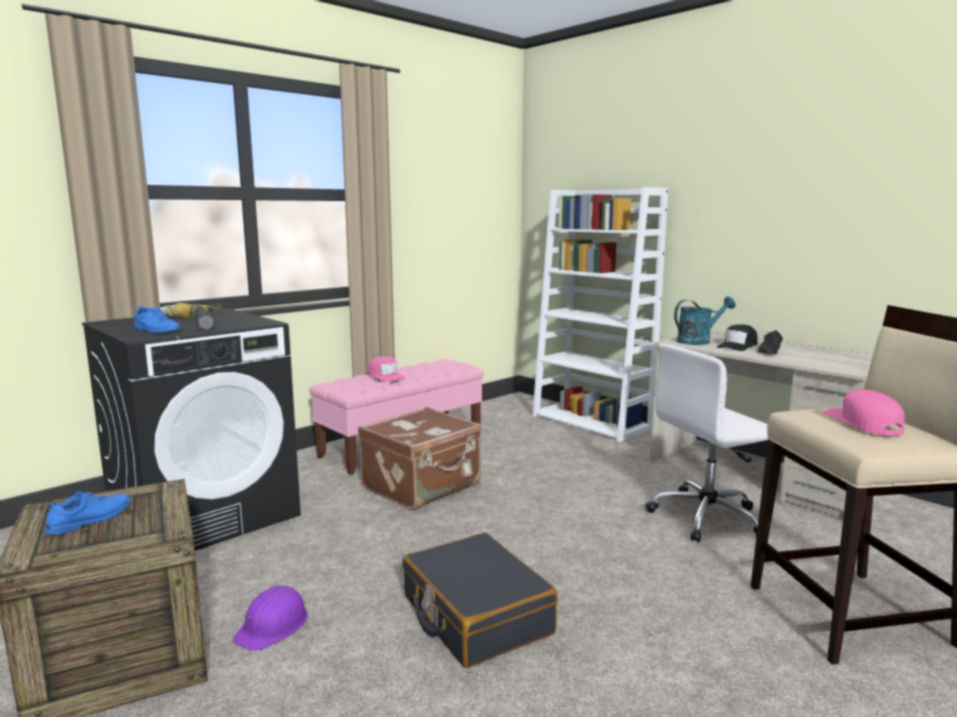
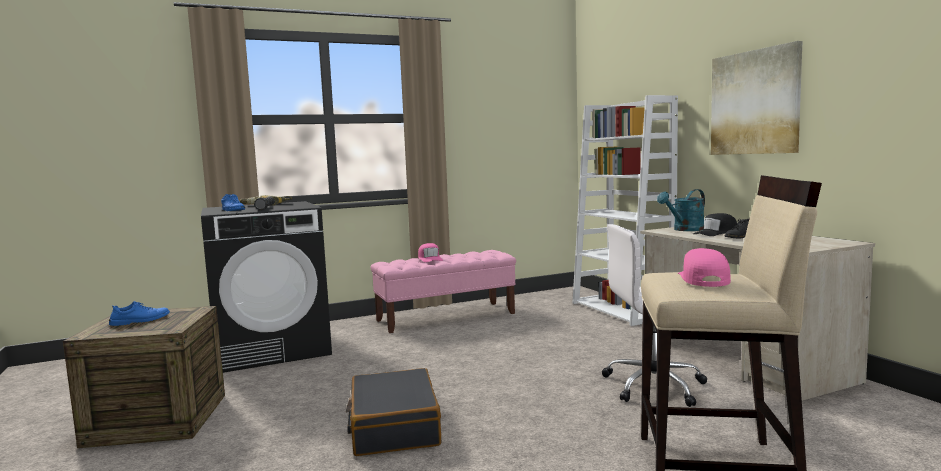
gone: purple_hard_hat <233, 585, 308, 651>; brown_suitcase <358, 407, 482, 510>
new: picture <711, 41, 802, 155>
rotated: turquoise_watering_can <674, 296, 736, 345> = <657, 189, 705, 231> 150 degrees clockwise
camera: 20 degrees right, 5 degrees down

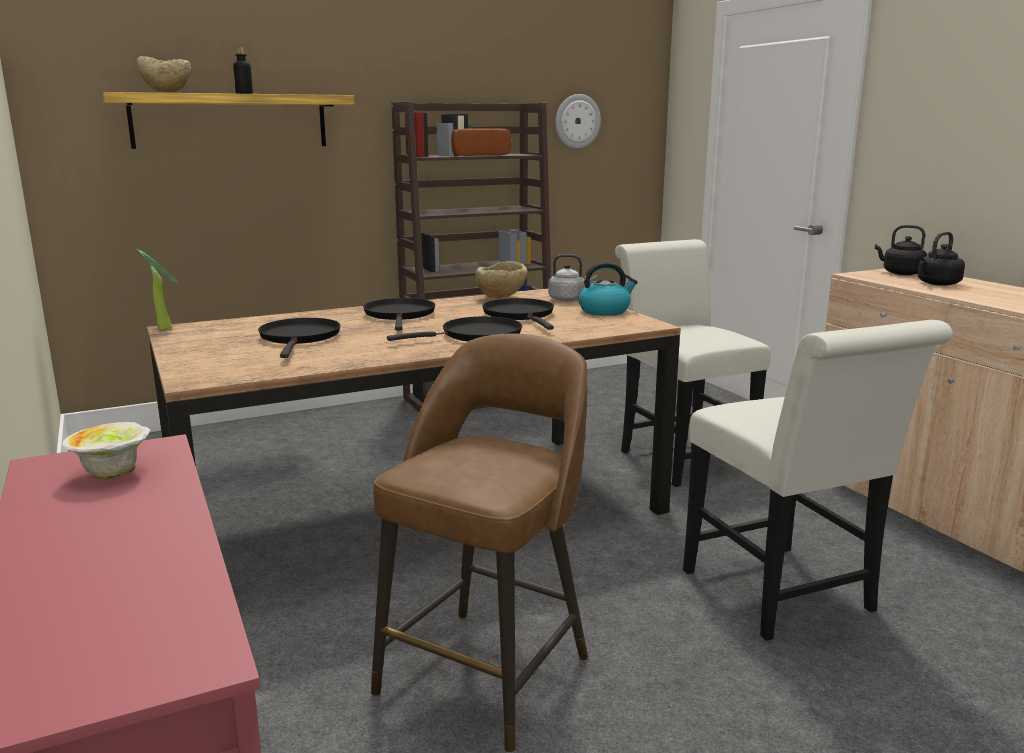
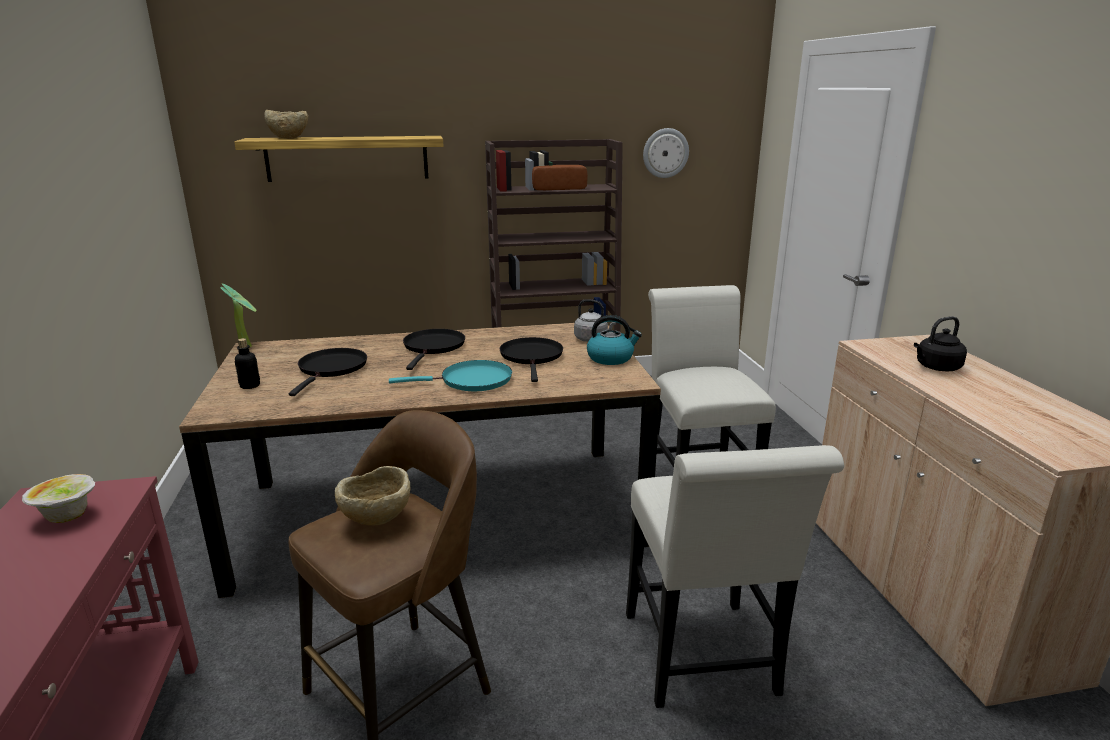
gone: black_kettle <875, 225, 927, 275>
shifted: bottle <233, 47, 253, 94> to <235, 338, 260, 389>; beige_bowl <475, 261, 527, 299> to <335, 466, 410, 526>
repainted: black_frying_pan <387, 316, 522, 341> to turquoise_frying_pan <389, 360, 512, 391>
camera: 15 degrees right, 5 degrees up

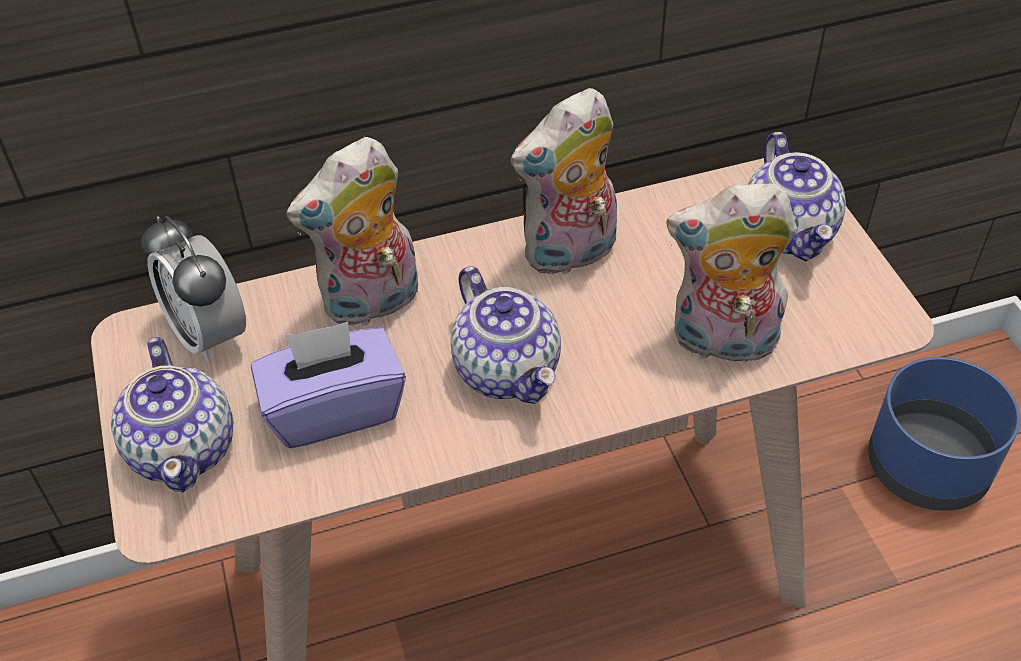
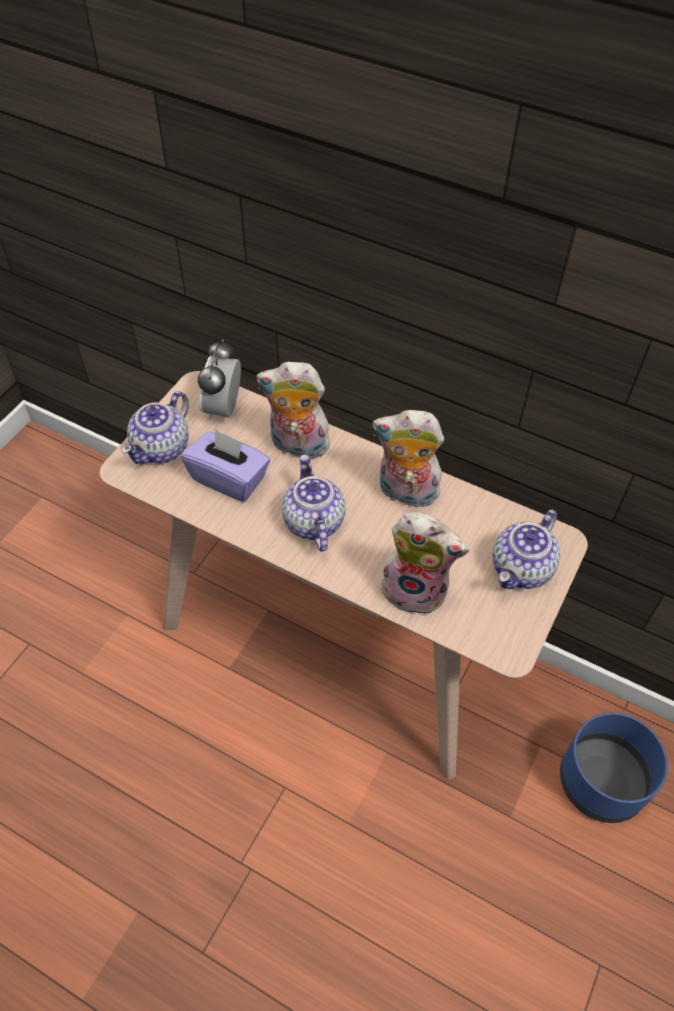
rotated: teapot <451, 266, 561, 404> = <282, 454, 345, 552> 150 degrees clockwise; plush_toy <666, 183, 797, 363> = <377, 512, 469, 616> 150 degrees clockwise
camera: 45 degrees right, 5 degrees up

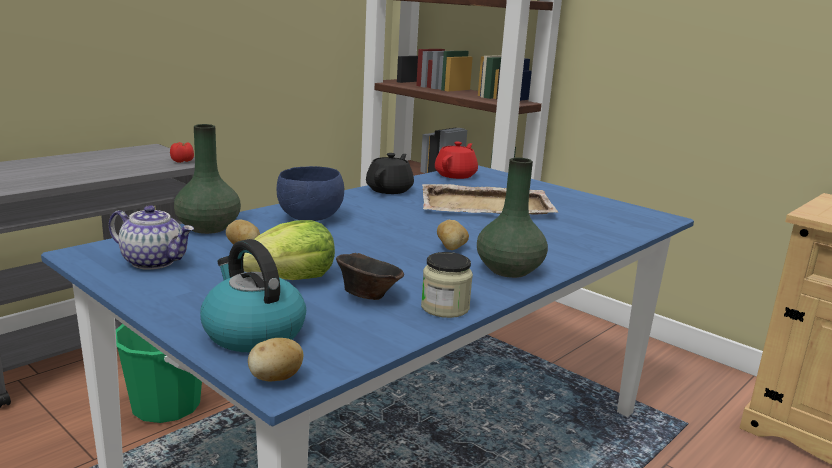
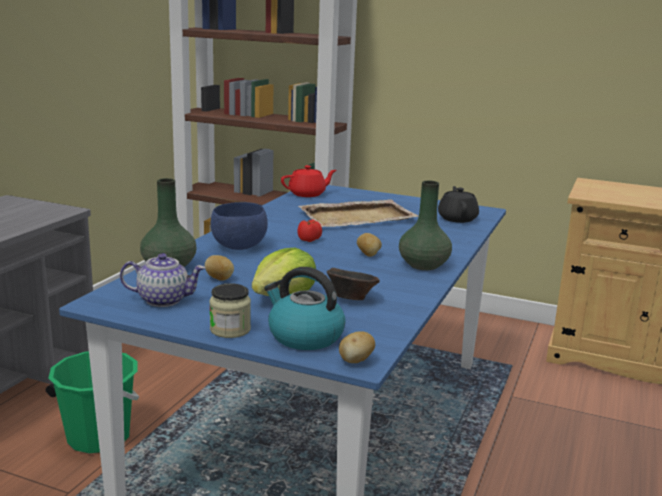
shifted: tomato <170, 142, 194, 163> to <297, 219, 322, 242>; black_teapot <366, 153, 414, 194> to <438, 186, 479, 223>; jar <421, 252, 473, 318> to <209, 283, 251, 338>
rotated: red_teapot <435, 142, 478, 179> = <281, 165, 337, 197> 60 degrees clockwise
camera: 20 degrees left, 0 degrees up

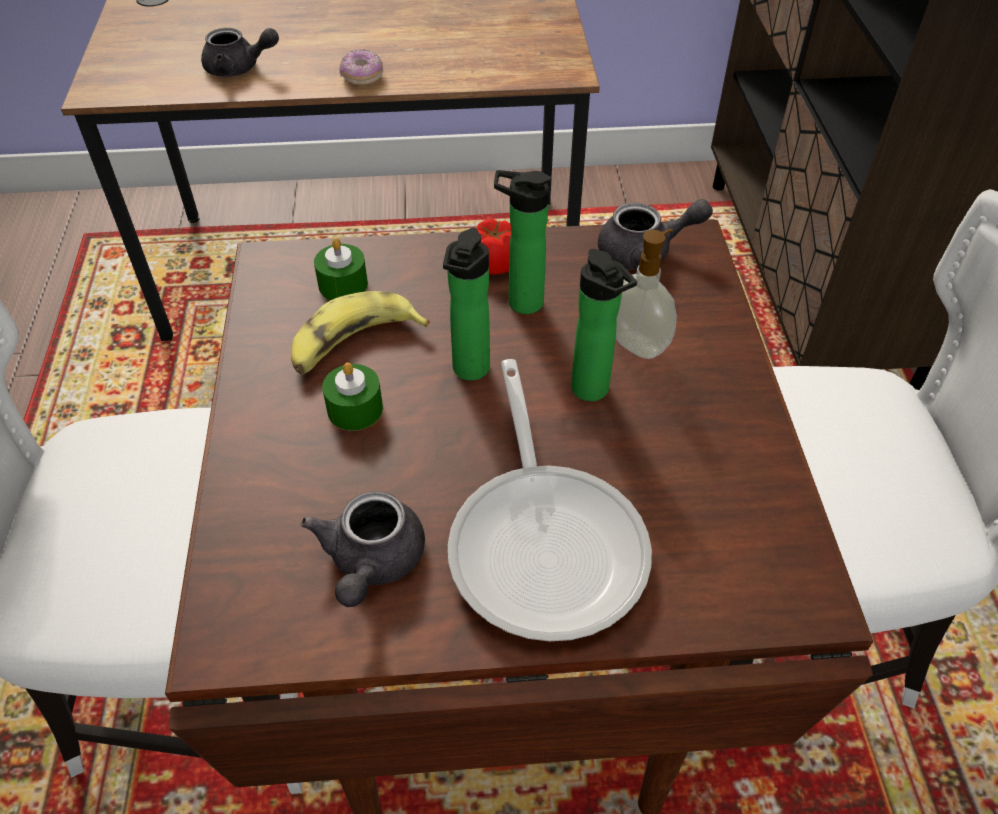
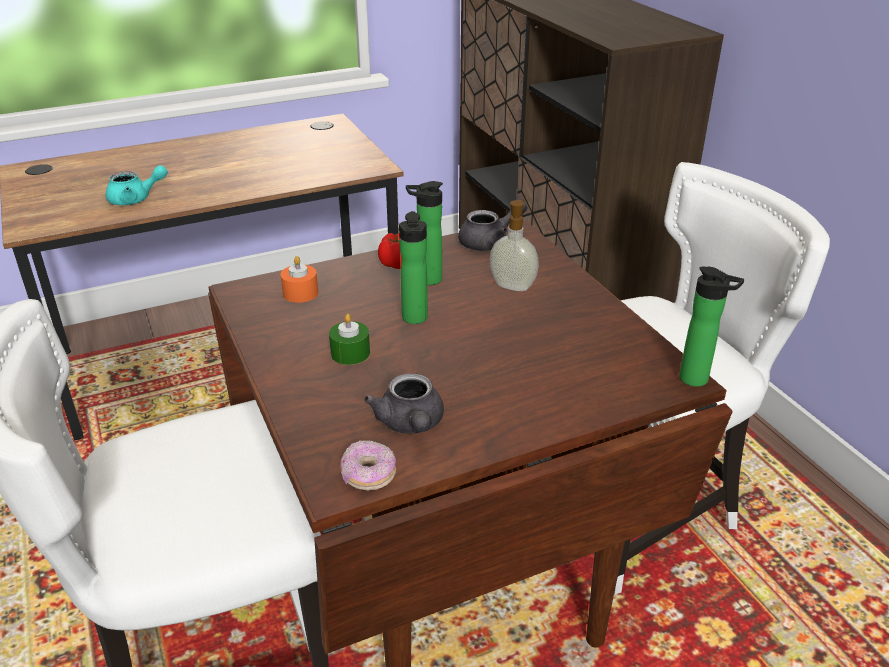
gone: banana <291, 291, 430, 374>; frying_pan <448, 359, 652, 641>
shifted: donut <339, 49, 383, 85> to <341, 440, 396, 490>; bottle <571, 249, 637, 401> to <679, 267, 745, 387>
repainted: grey_teapot <201, 28, 279, 77> to turquoise_teapot <105, 165, 168, 205>; green_candle <314, 238, 368, 300> to orange_candle <281, 256, 318, 303>
camera: 20 degrees left, 15 degrees down

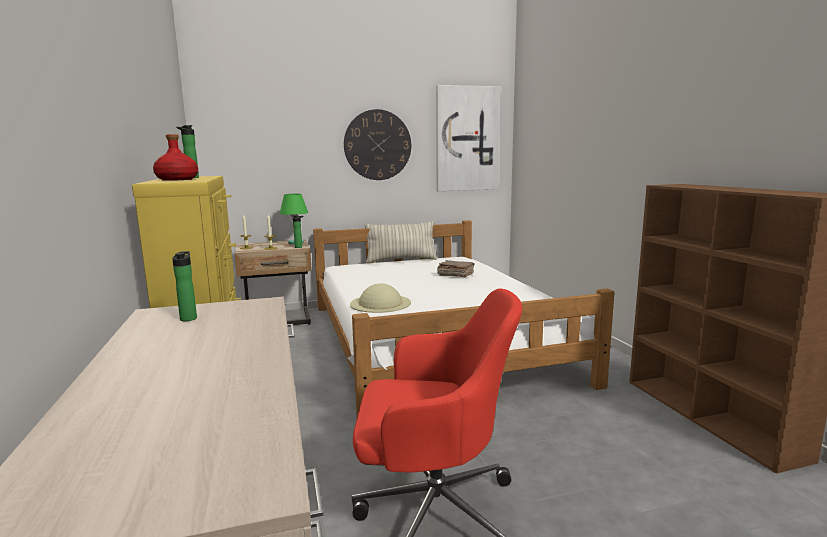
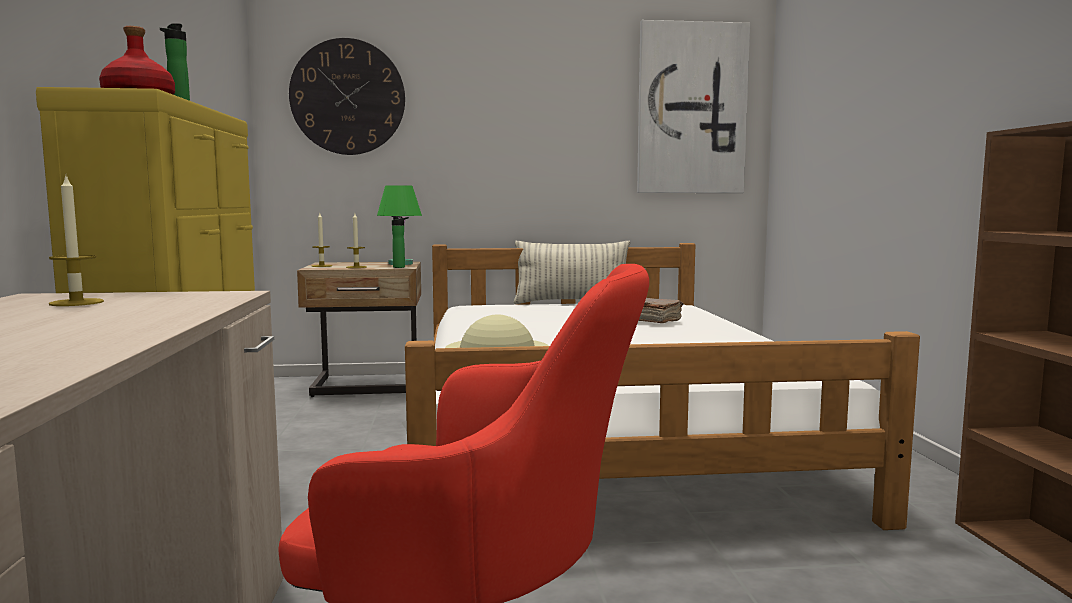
shifted: wall_clock <344, 109, 411, 180> to <289, 38, 405, 155>
swapped: bottle <172, 251, 197, 321> to candle <49, 176, 104, 306>
camera: 10 degrees right, 5 degrees down

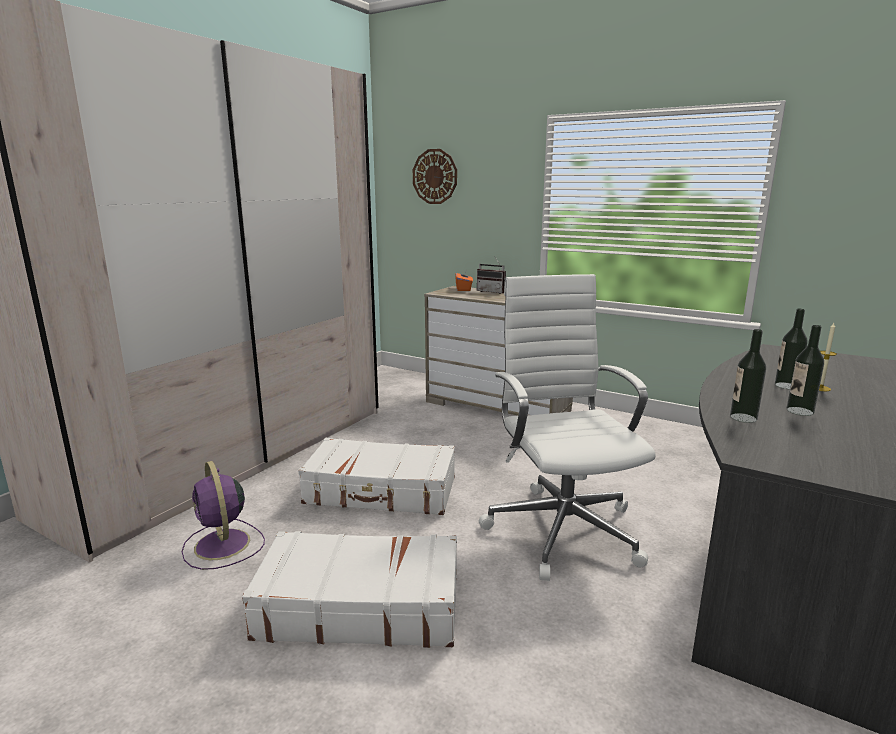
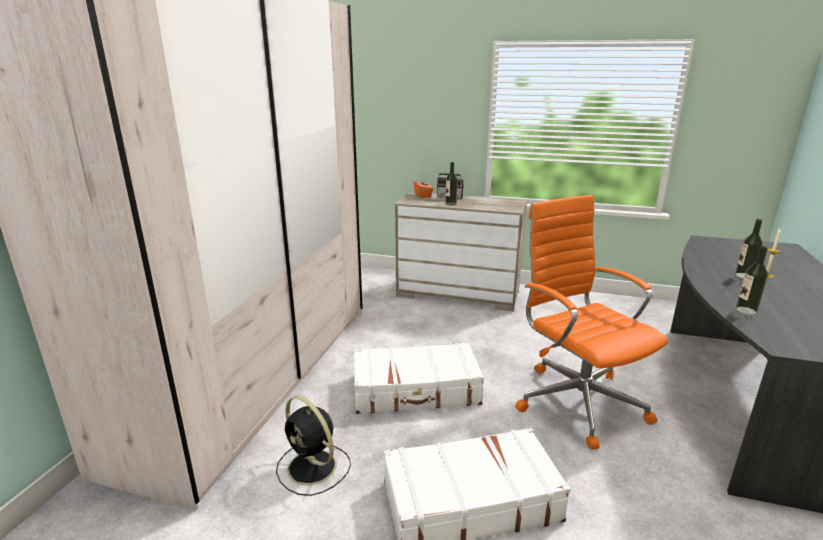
gone: wall_clock <413, 149, 457, 204>
shifted: bottle <787, 325, 824, 416> to <445, 162, 458, 205>
repainted: purple_fan <182, 461, 265, 570> to black_fan <276, 396, 351, 496>; white_office_chair <479, 274, 656, 581> to orange_office_chair <515, 195, 668, 450>
camera: 15 degrees left, 5 degrees up

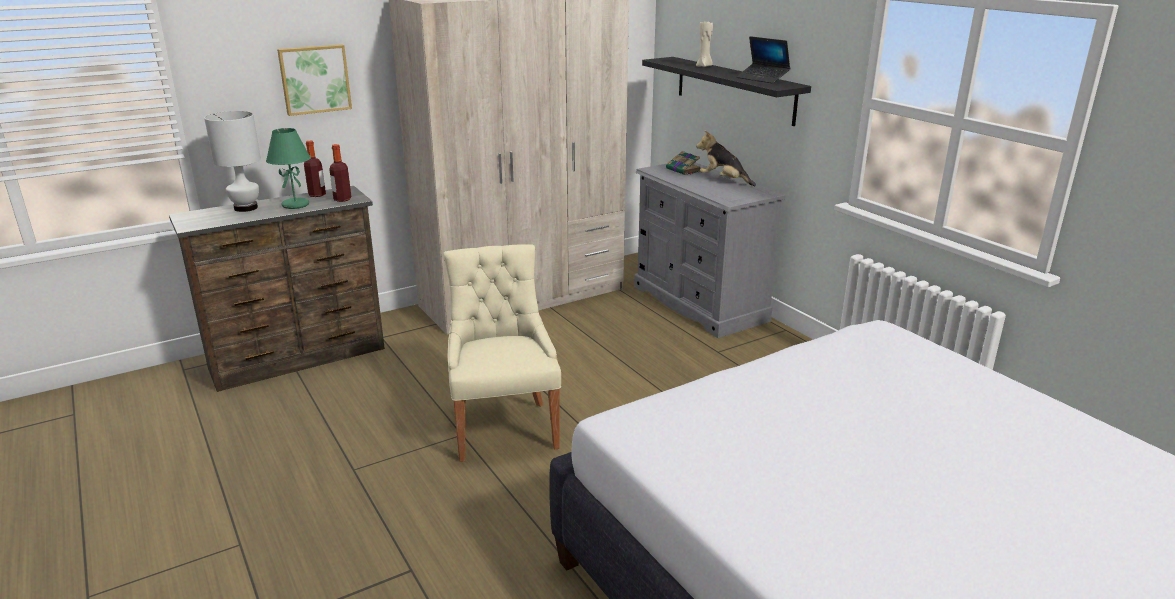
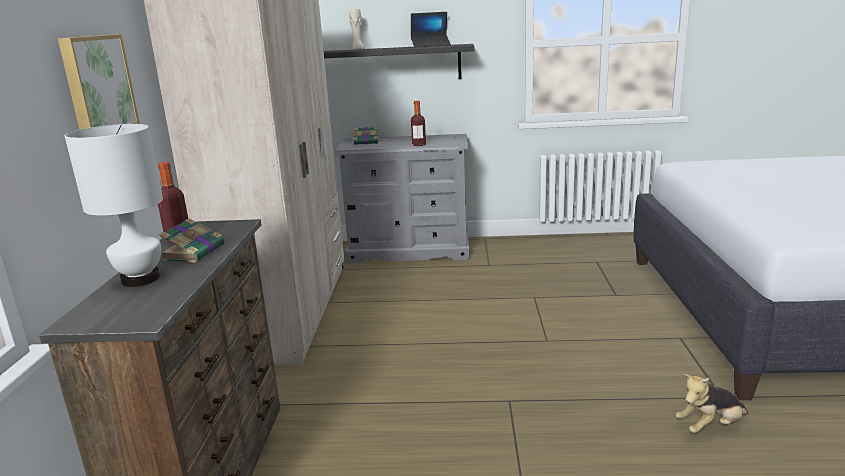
gone: beige_chair <444, 244, 561, 462>
shifted: bottle <329, 144, 352, 202> to <411, 101, 426, 146>; plush_toy <696, 131, 756, 186> to <676, 374, 748, 433>
swapped: green_table_lamp <266, 128, 311, 209> to book <158, 218, 225, 263>
camera: 55 degrees left, 5 degrees down

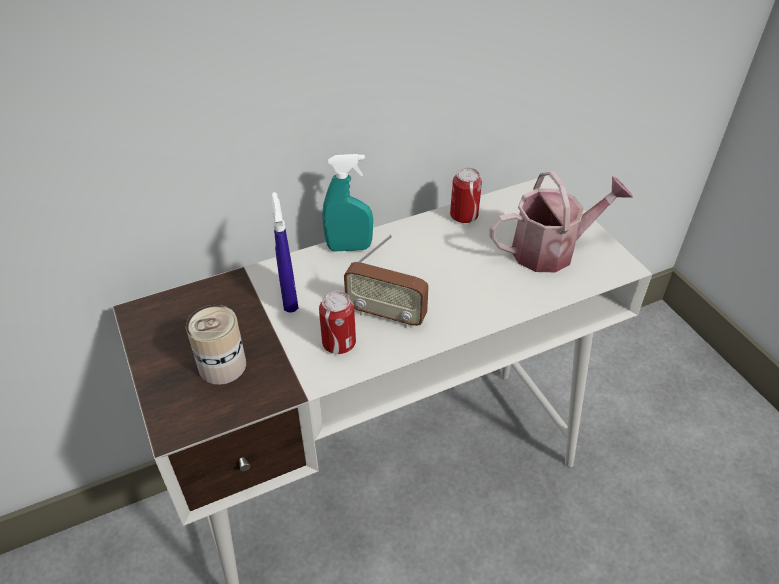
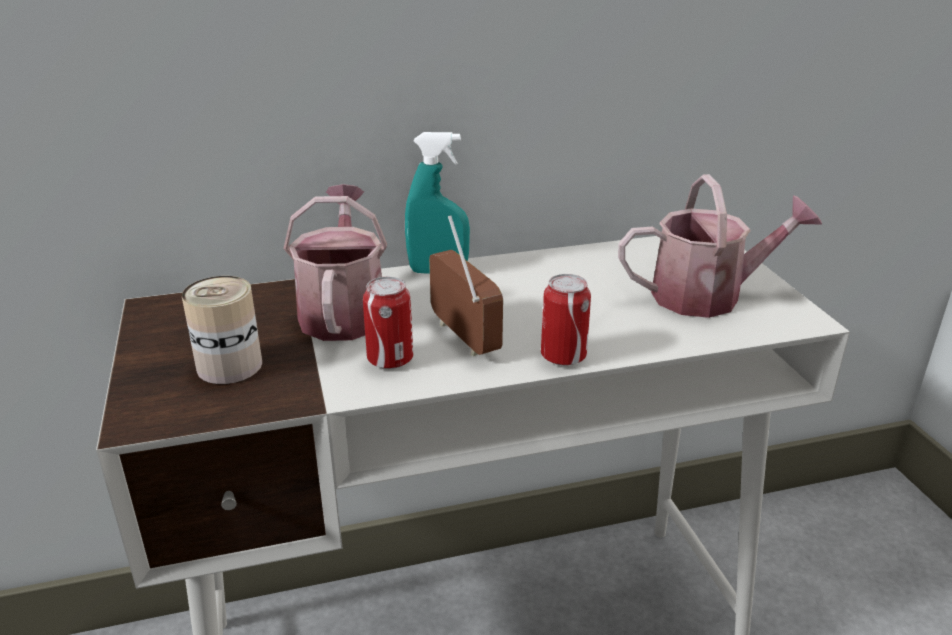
shifted: can <450, 167, 482, 223> to <541, 274, 591, 366>
swapped: blue_spray_bottle <272, 192, 298, 312> to watering_can <283, 184, 387, 341>
rotated: radio <344, 234, 429, 328> = <429, 215, 503, 356> 150 degrees counterclockwise
camera: 10 degrees right, 15 degrees down

